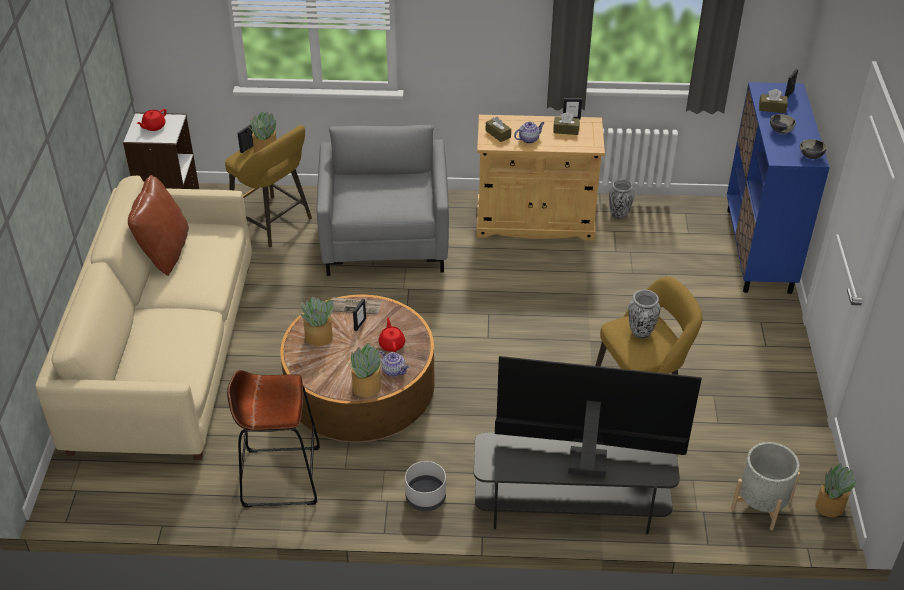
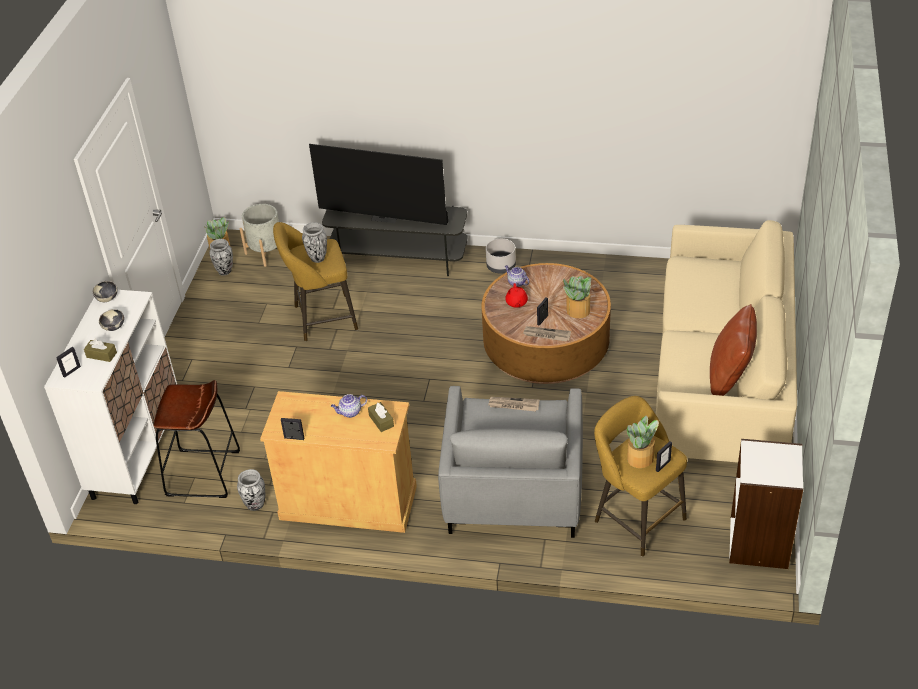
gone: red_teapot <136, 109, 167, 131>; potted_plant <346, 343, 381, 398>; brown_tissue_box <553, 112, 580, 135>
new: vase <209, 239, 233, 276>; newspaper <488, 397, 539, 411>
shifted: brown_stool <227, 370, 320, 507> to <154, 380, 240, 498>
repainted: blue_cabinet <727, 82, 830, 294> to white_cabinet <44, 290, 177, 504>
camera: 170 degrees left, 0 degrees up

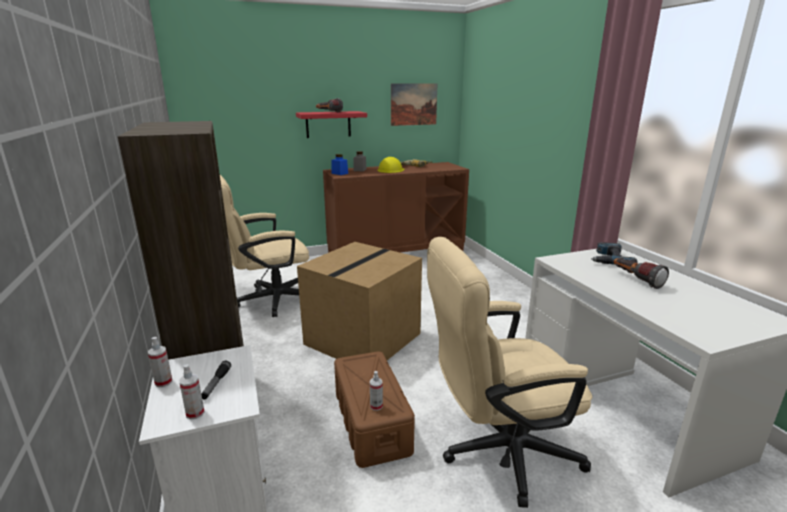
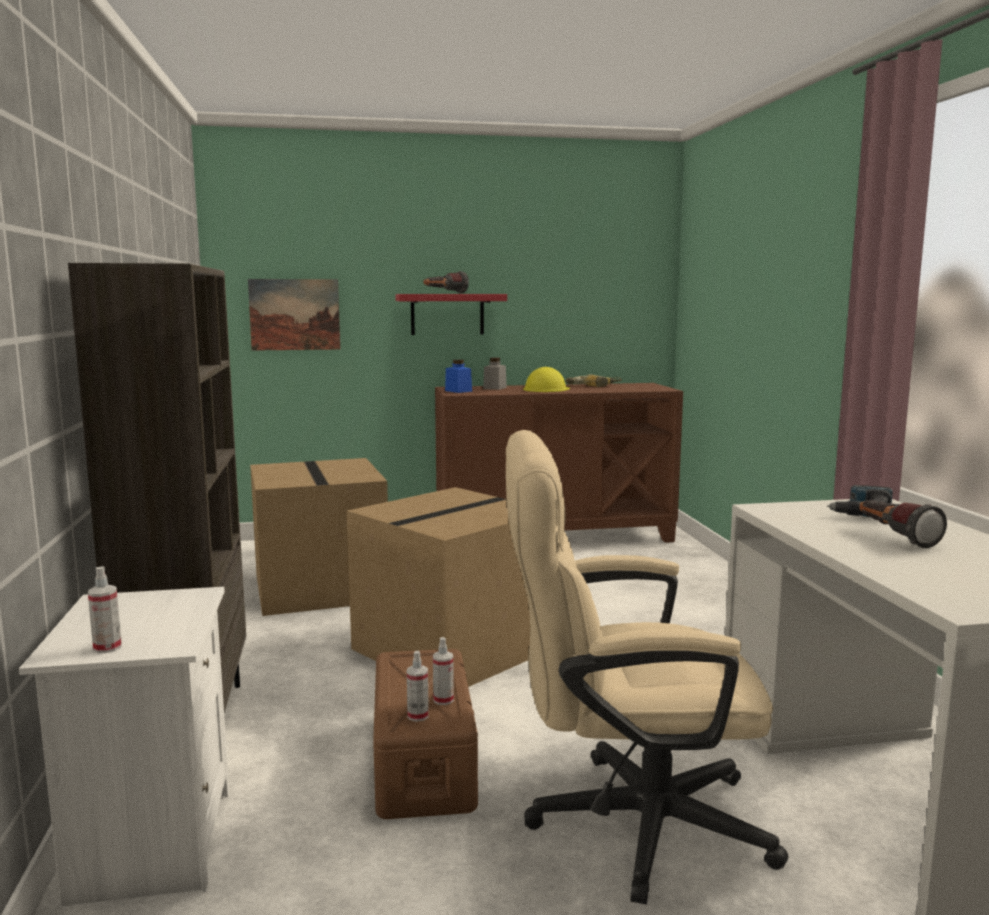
gone: flashlight <201, 361, 231, 399>
shifted: spray_bottle <148, 337, 172, 387> to <433, 637, 454, 705>; picture <391, 83, 437, 126> to <248, 279, 340, 350>
swapped: beige_office_chair <220, 175, 309, 317> to cardboard_box <250, 458, 388, 616>
camera: 10 degrees right, 10 degrees down

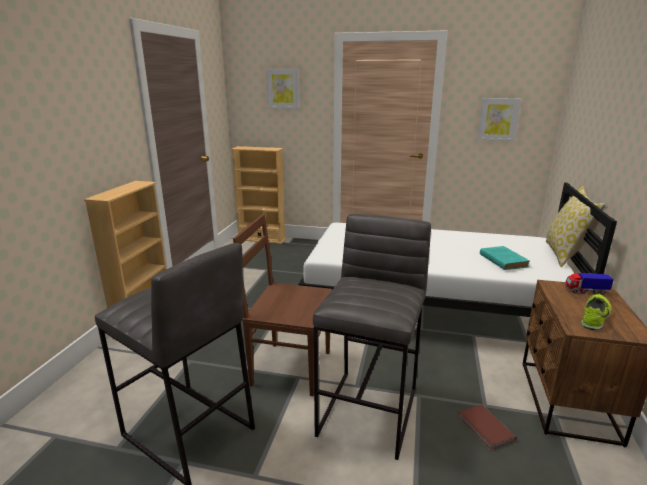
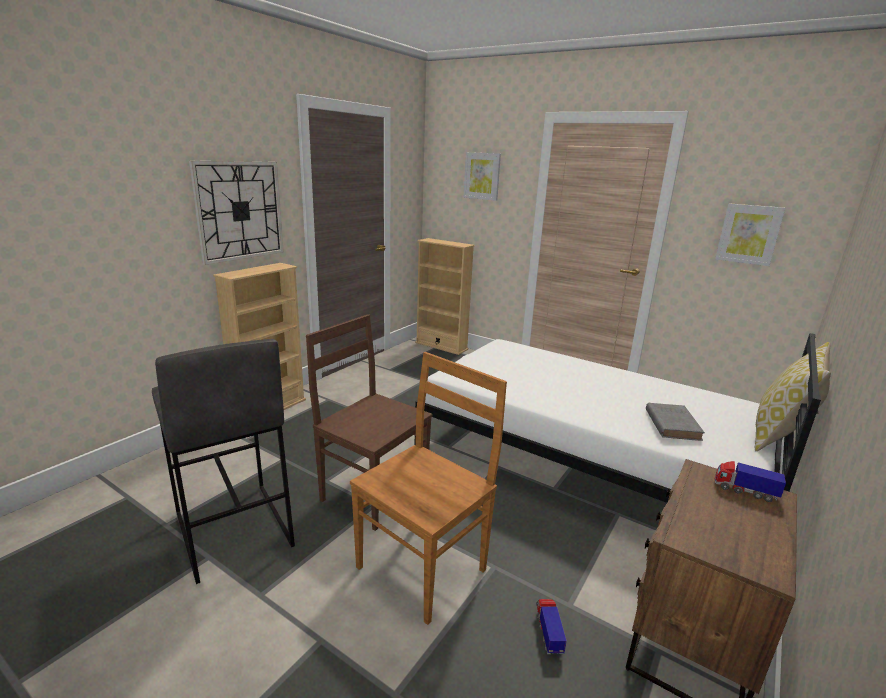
gone: shoe <581, 294, 612, 330>
new: wall_clock <189, 161, 284, 265>
swapped: grey_stool <313, 214, 431, 460> to brown_chair <350, 352, 507, 625>; brown_book <458, 404, 516, 451> to toy_truck <536, 599, 567, 654>
repainted: turquoise_book <480, 246, 530, 270> to grey_book <646, 403, 705, 441>
camera: 20 degrees right, 0 degrees up

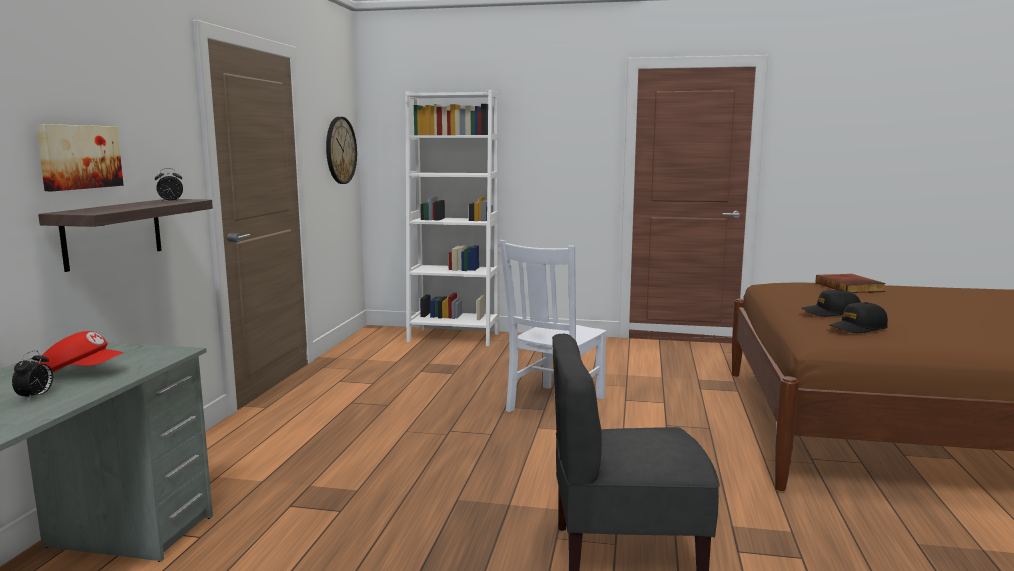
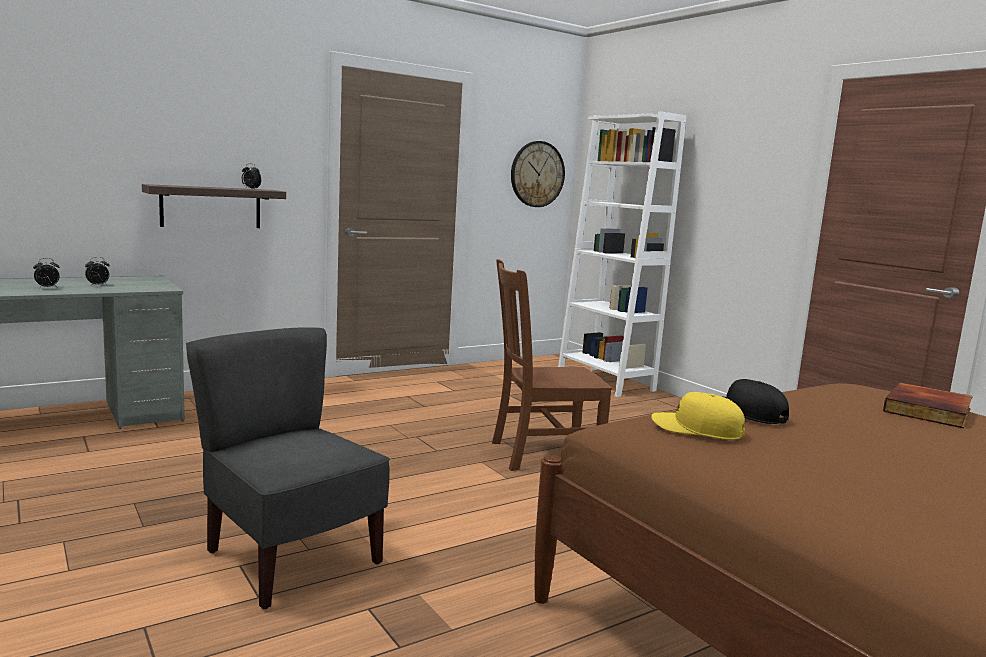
gone: picture <36, 124, 124, 191>
swapped: red_cap <37, 331, 123, 372> to alarm_clock <85, 257, 110, 285>
repainted: white_chair <499, 240, 607, 412> to brown_chair <492, 259, 612, 471>; black_cap <829, 302, 888, 333> to yellow_cap <651, 392, 745, 440>
camera: 45 degrees right, 0 degrees up

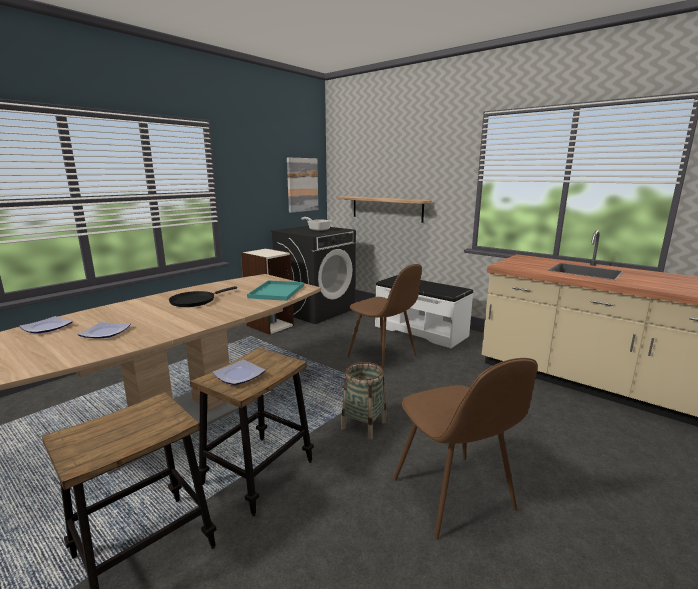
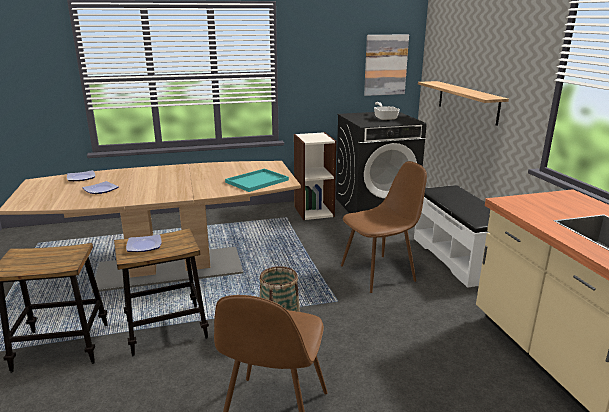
gone: black_frying_pan <169, 286, 237, 307>
rotated: brown_chair <347, 264, 422, 371> = <341, 161, 427, 293> 105 degrees counterclockwise
camera: 35 degrees right, 5 degrees up

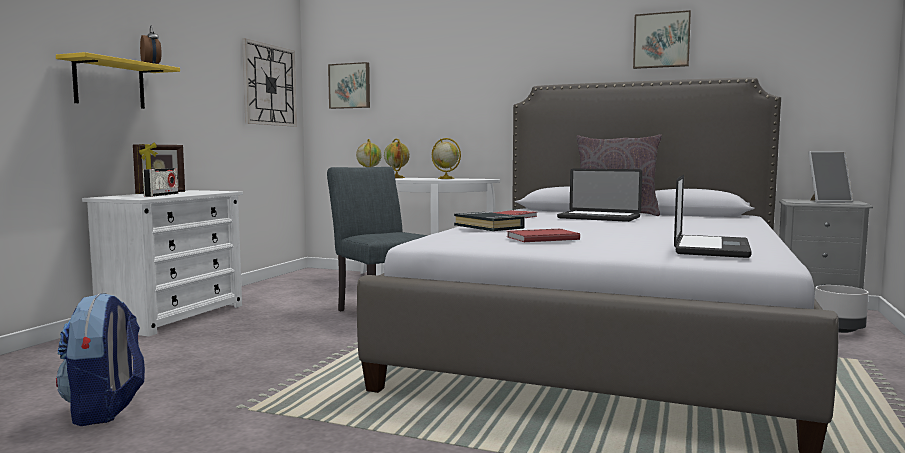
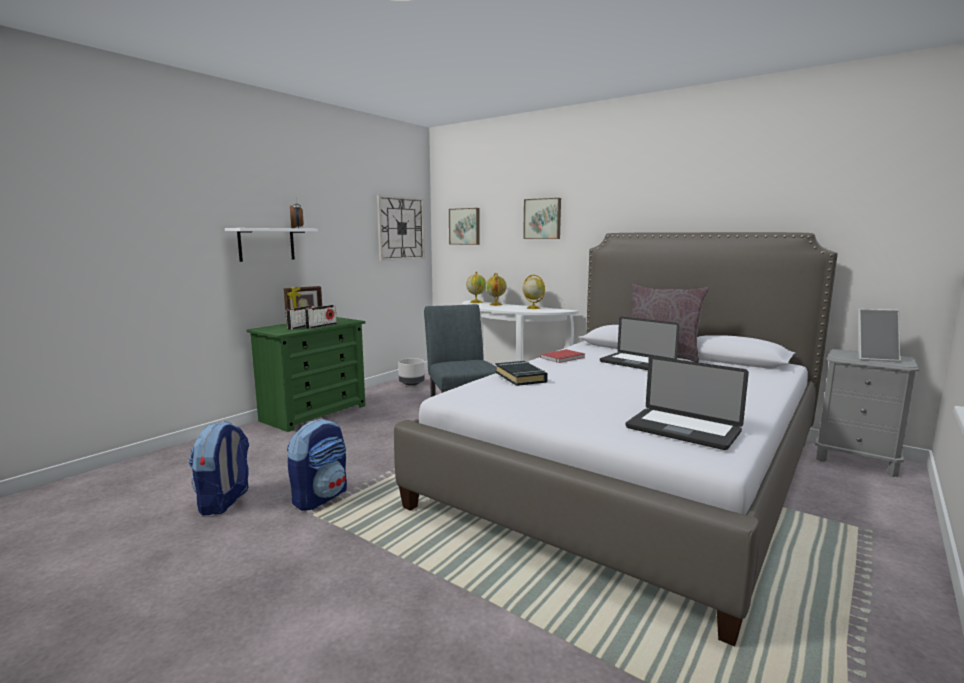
gone: red_book <506, 229, 580, 242>
new: backpack <287, 418, 347, 511>; radio <305, 305, 337, 329>
shifted: picture <633, 10, 691, 69> to <523, 198, 561, 239>; grey_planter <815, 285, 869, 333> to <398, 358, 425, 386>
repainted: yellow_shelf <56, 52, 180, 109> to white_shelf <225, 228, 318, 262>; white_dresser <82, 190, 243, 337> to green_dresser <247, 317, 365, 432>
rotated: laptop <674, 175, 752, 258> = <626, 356, 749, 450> 90 degrees clockwise
camera: 15 degrees right, 5 degrees up

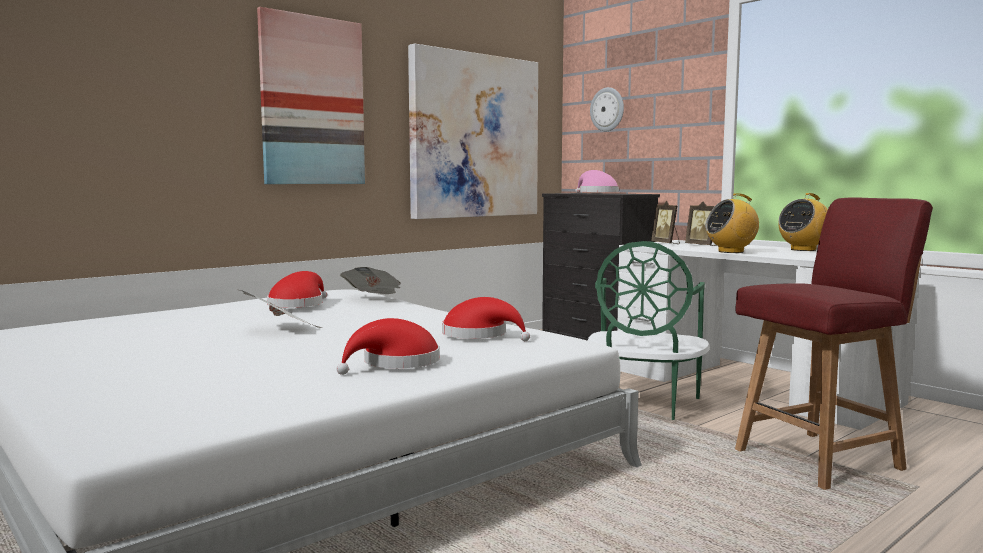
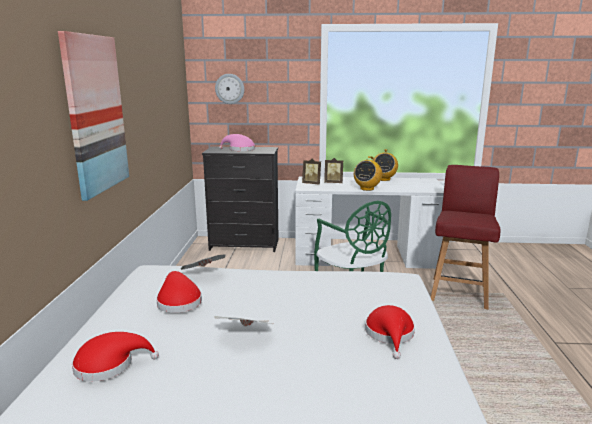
gone: picture <408, 43, 538, 219>
shifted: red_hat <442, 297, 530, 341> to <72, 332, 159, 382>
camera: 45 degrees left, 10 degrees up

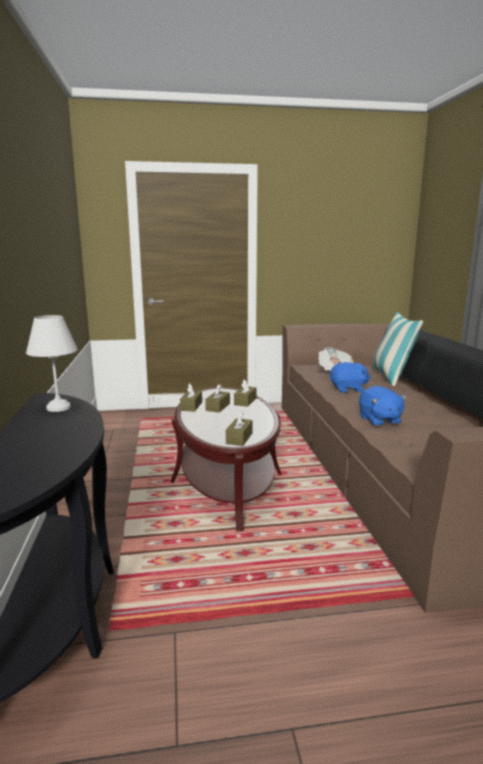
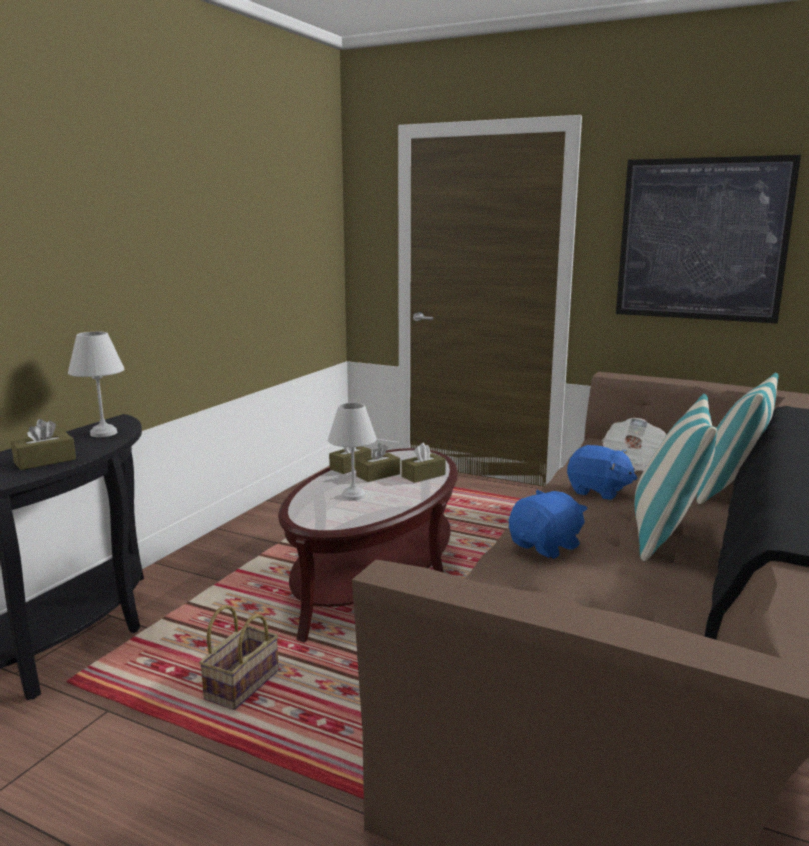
new: basket <199, 605, 279, 710>; white_table_lamp <328, 403, 377, 500>; picture <616, 155, 801, 324>; pillow <635, 394, 717, 561>
shifted: brown_tissue_box <226, 411, 253, 446> to <11, 419, 76, 470>
rotated: blue_plush_toy <359, 386, 407, 427> = <509, 490, 587, 559> 150 degrees counterclockwise
camera: 35 degrees right, 0 degrees up

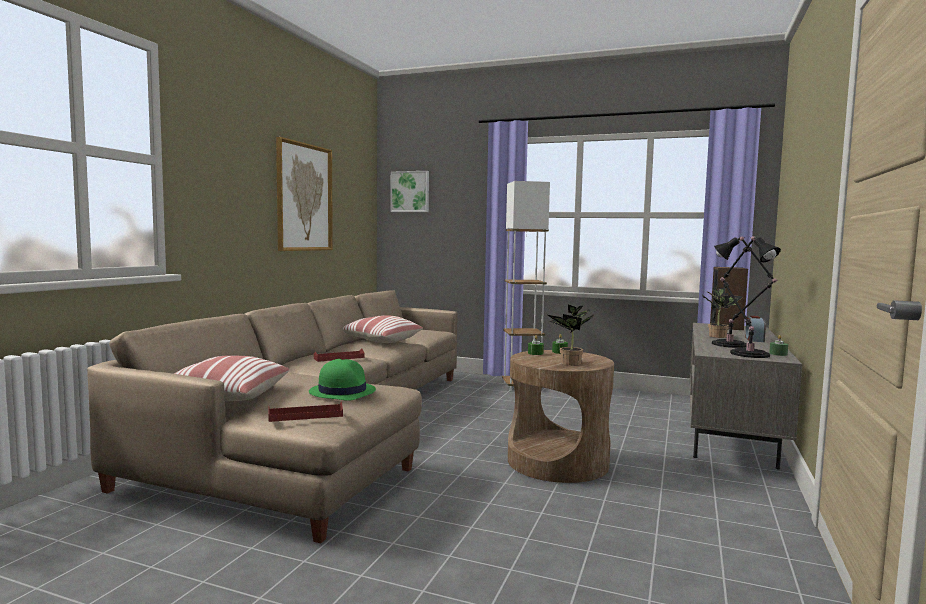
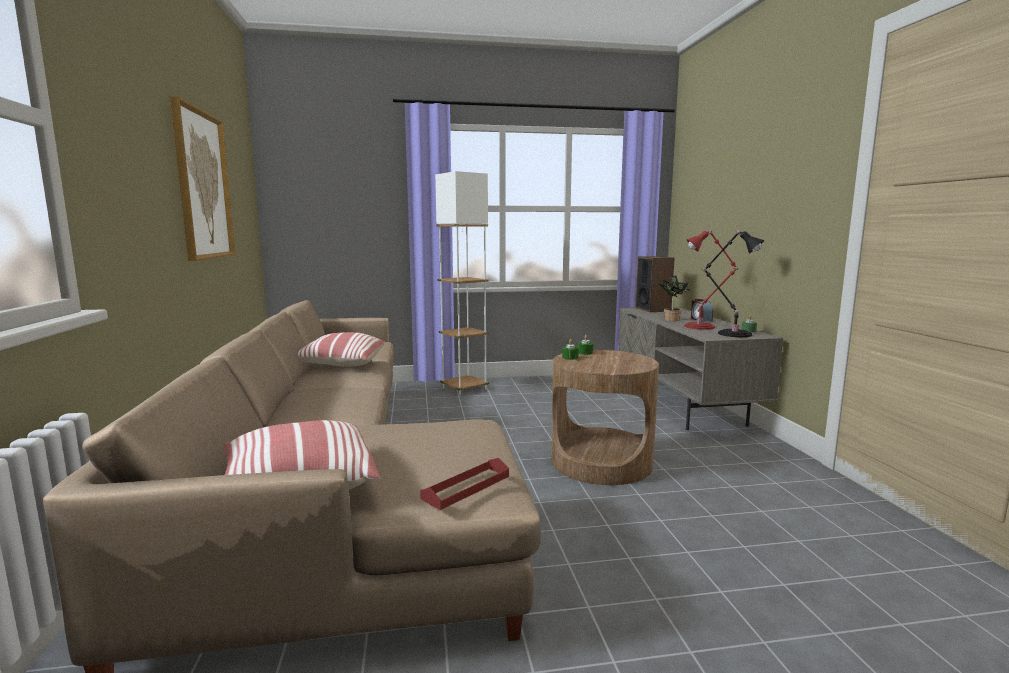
gone: green_hat <309, 359, 376, 401>; red_tray <314, 349, 365, 362>; picture <390, 171, 429, 212>; potted_plant <548, 304, 594, 365>
repainted: black_table_lamp <712, 237, 778, 348> to red_table_lamp <684, 230, 738, 330>
camera: 30 degrees left, 5 degrees up

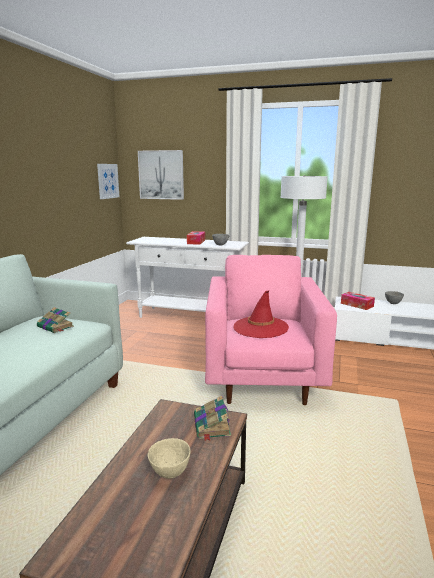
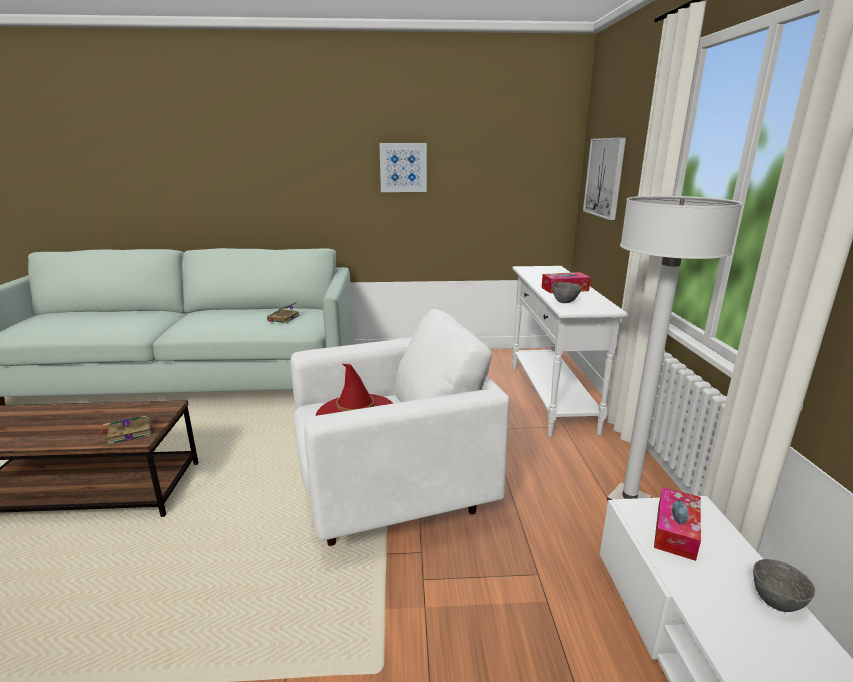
gone: beige_bowl <148, 438, 191, 479>
shifted: picture <97, 164, 119, 199> to <379, 143, 427, 192>
repainted: pink_armchair <205, 255, 337, 405> to white_armchair <291, 309, 510, 546>
camera: 70 degrees right, 5 degrees up

